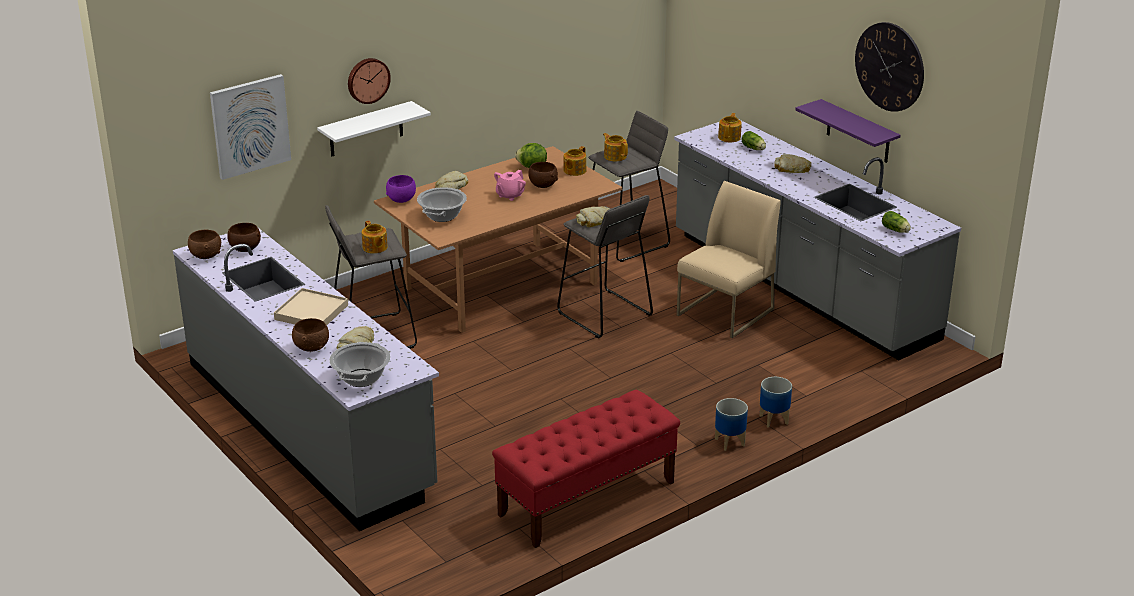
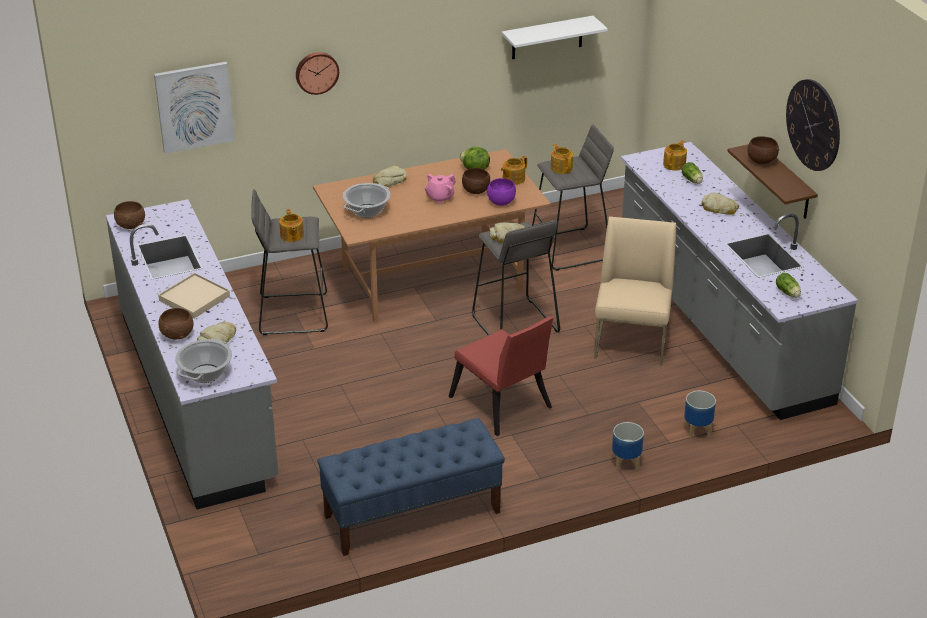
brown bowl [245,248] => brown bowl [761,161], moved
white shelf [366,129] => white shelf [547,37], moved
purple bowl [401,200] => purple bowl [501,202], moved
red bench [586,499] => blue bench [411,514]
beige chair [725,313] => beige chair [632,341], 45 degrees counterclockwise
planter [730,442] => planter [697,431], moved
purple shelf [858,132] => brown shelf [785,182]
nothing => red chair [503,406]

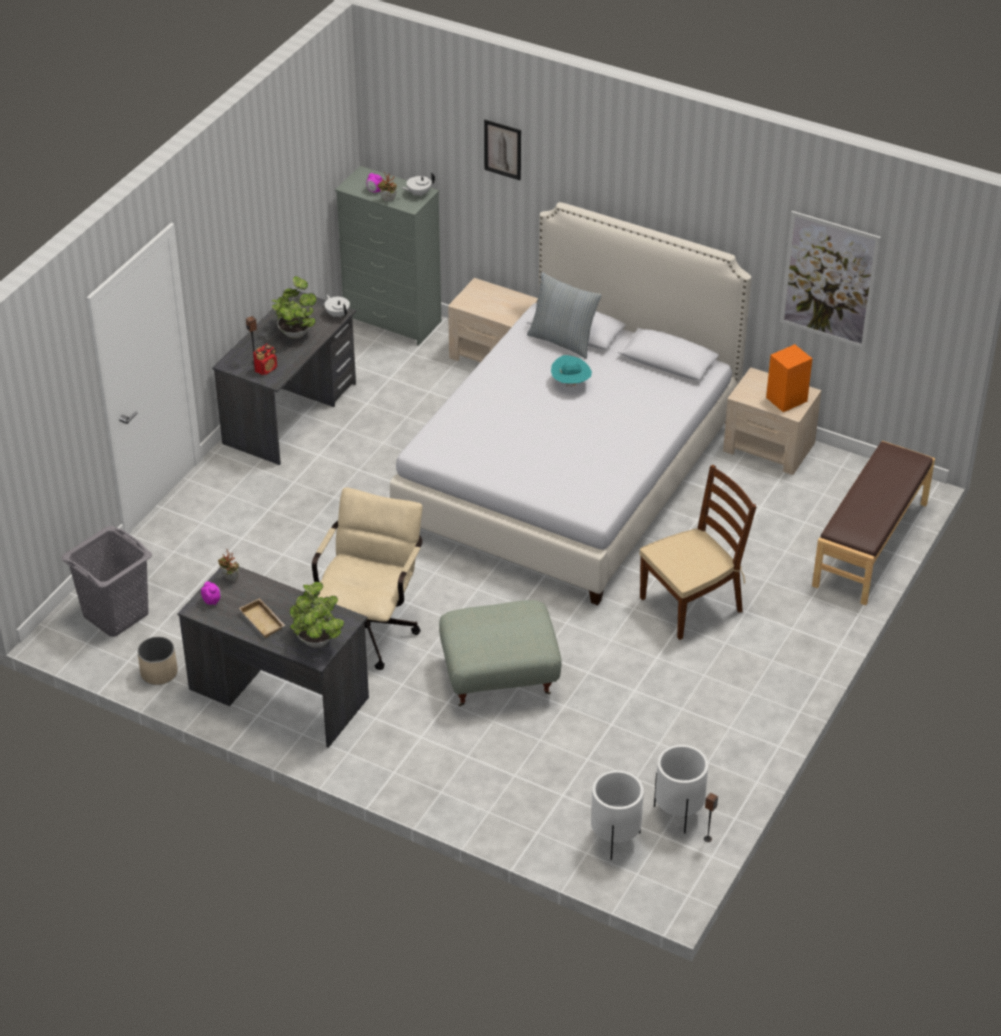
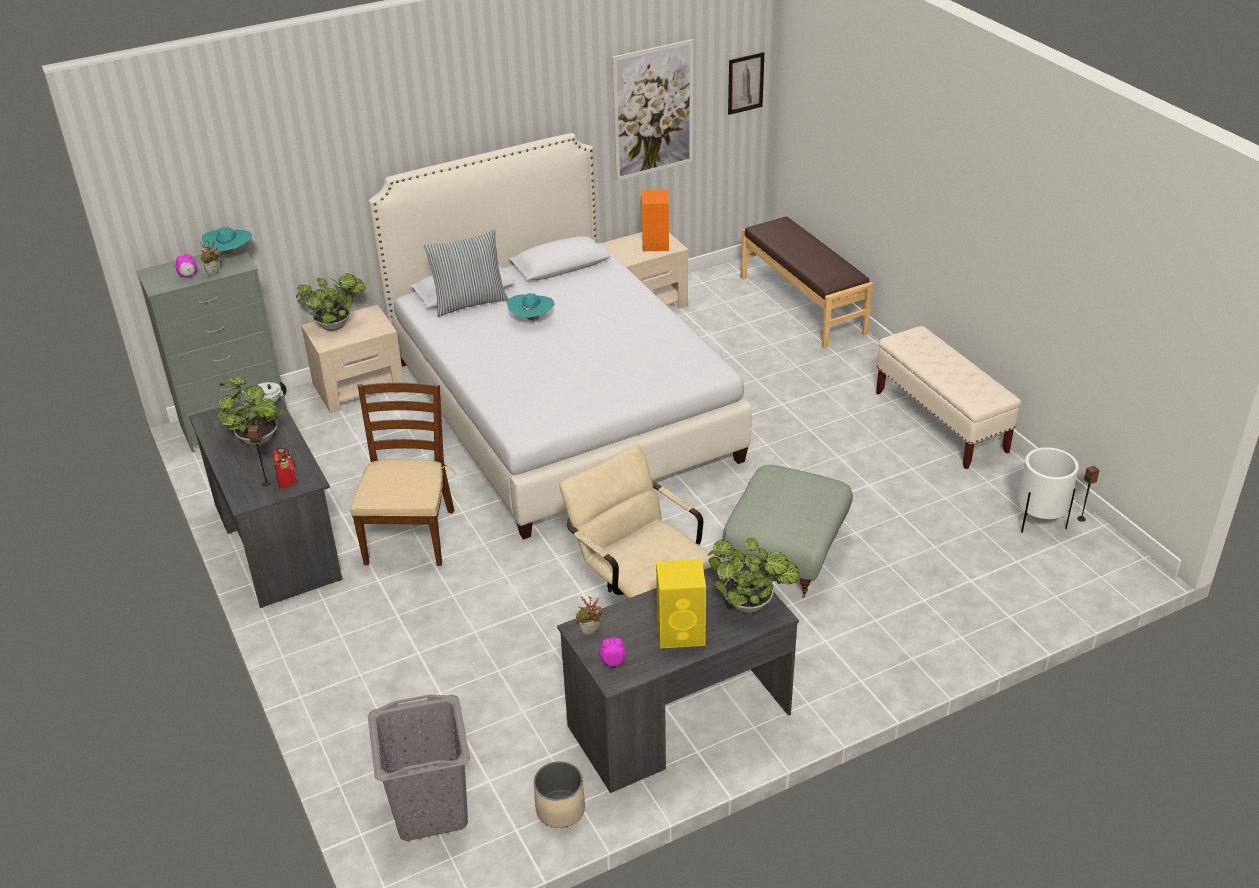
beige tray [264,621] => yellow speaker [682,632]
white teapot [418,193] => turquoise hat [231,255]
picture [502,149] => picture [745,83], moved
white planter [615,839] => nothing
brown chair [692,604] => brown chair [410,536], moved
nothing => potted plant [336,326]
nothing => beige bench [940,422]

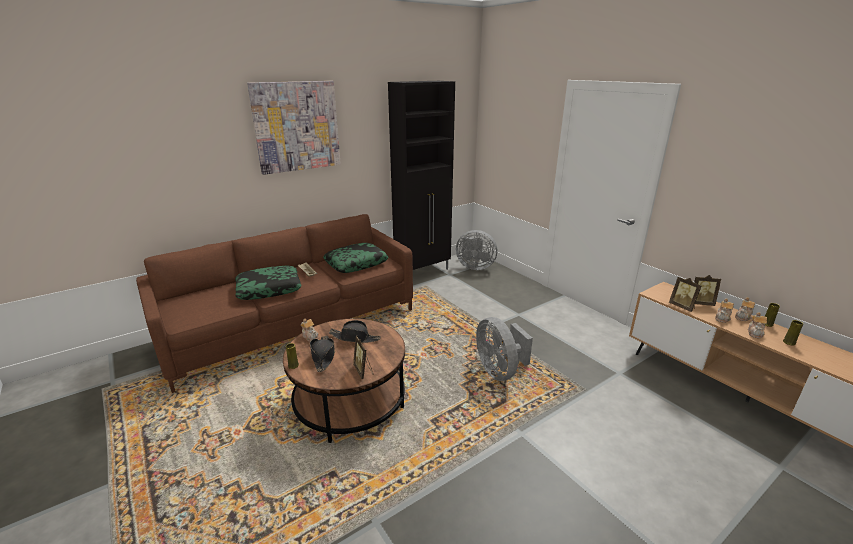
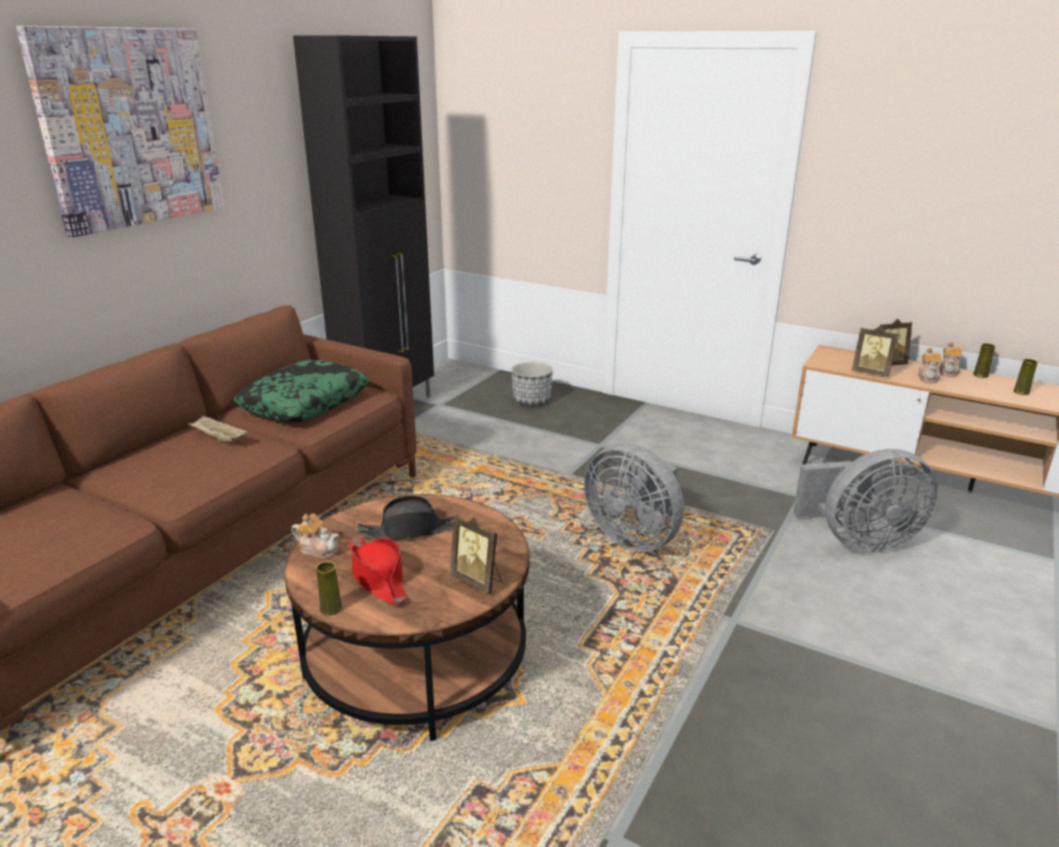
pillow [269,289] => nothing
black hat [323,356] => red hat [377,577]
grey fan [474,266] => grey fan [859,541], moved
teapot [755,333] => nothing
nothing => planter [532,401]

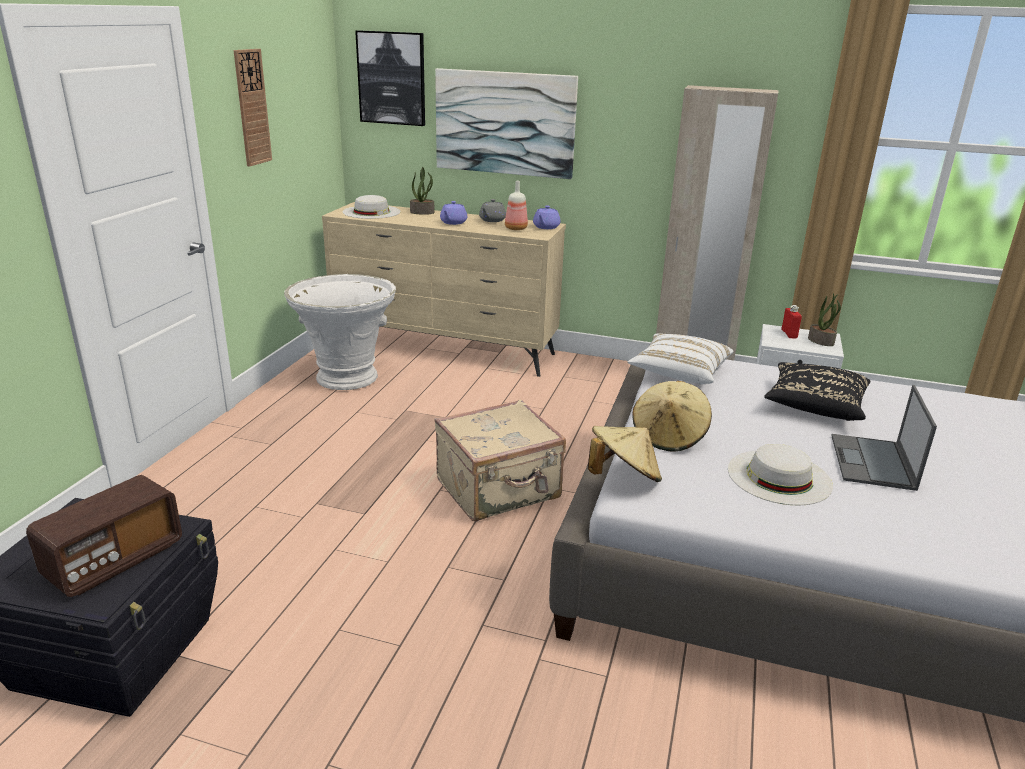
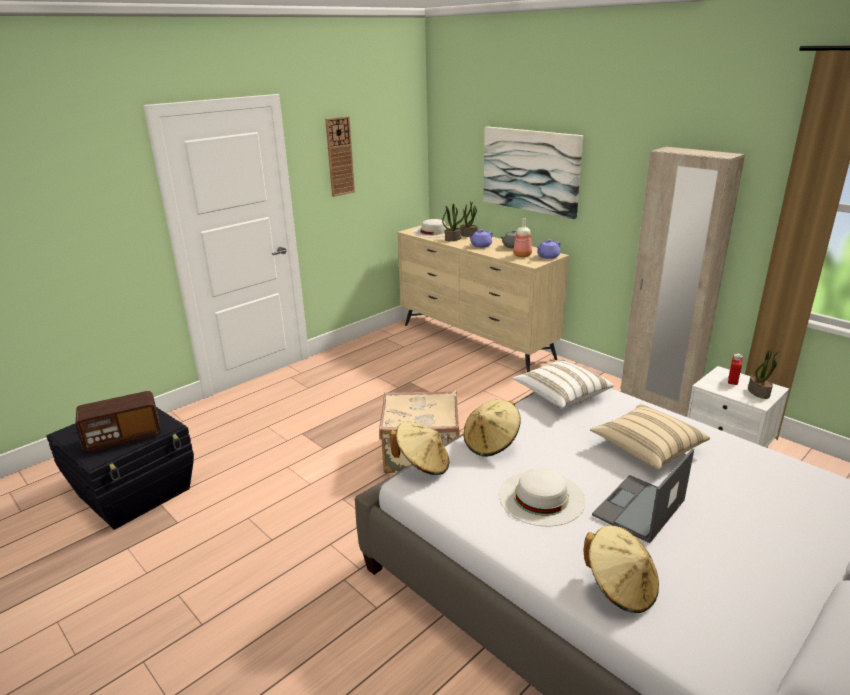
white planter [347,377] => nothing
picture [392,78] => nothing
black pillow [814,406] => beige pillow [647,448]
nothing => potted plant [453,239]
nothing => beige hat [620,587]

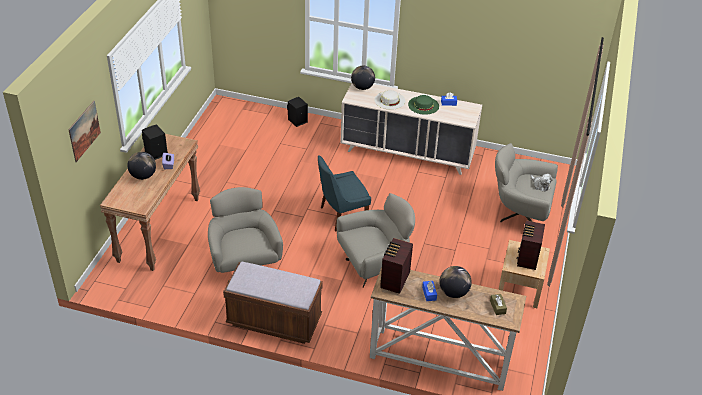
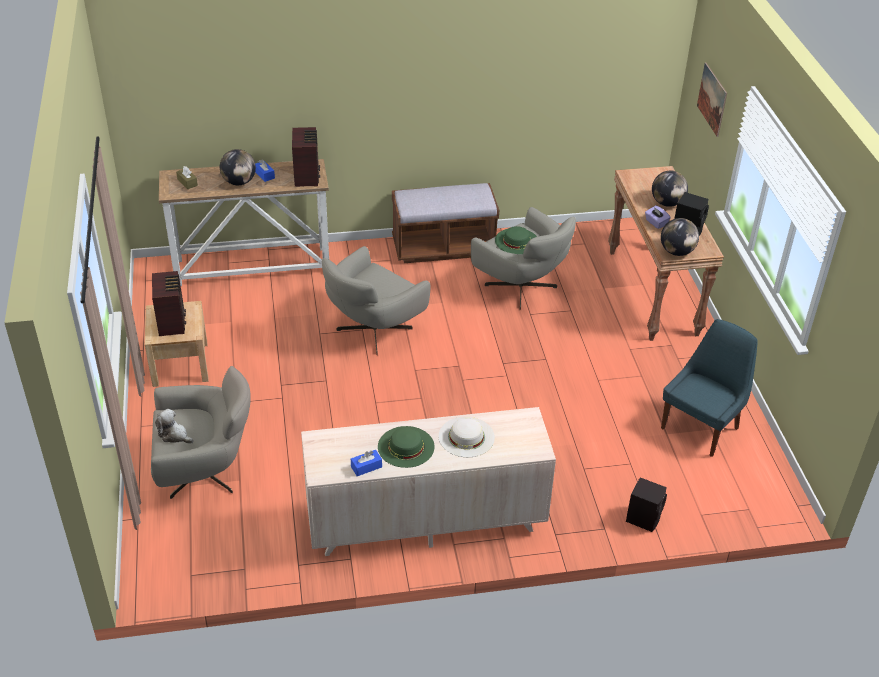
blue chair [341,215] => blue chair [701,427], moved
globe [362,87] => globe [676,252], moved
nothing => green hat [516,241]

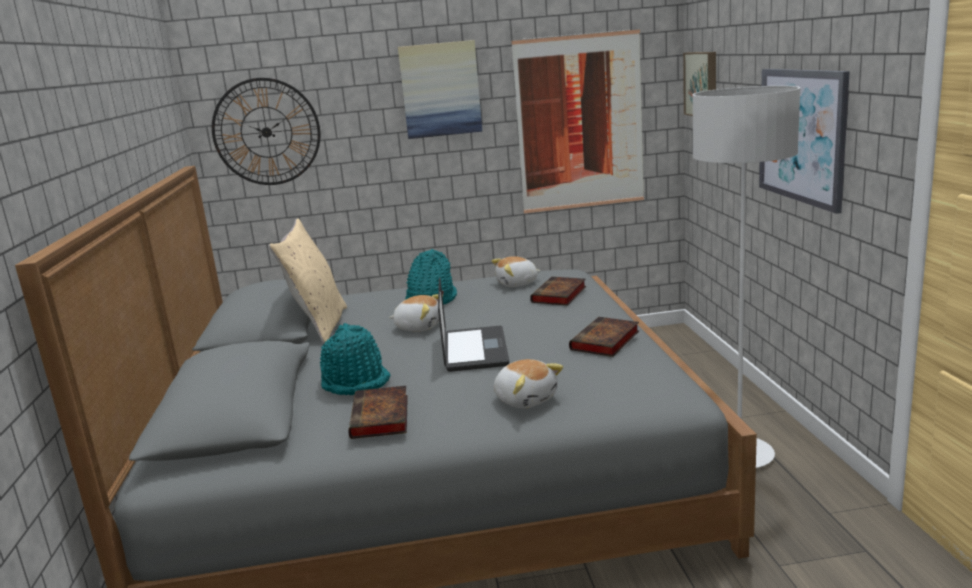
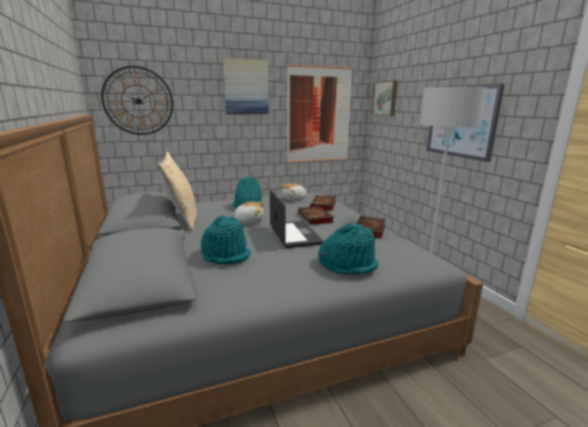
book [381,418] => book [316,218], moved
plush toy [526,399] => turquoise hat [348,265]

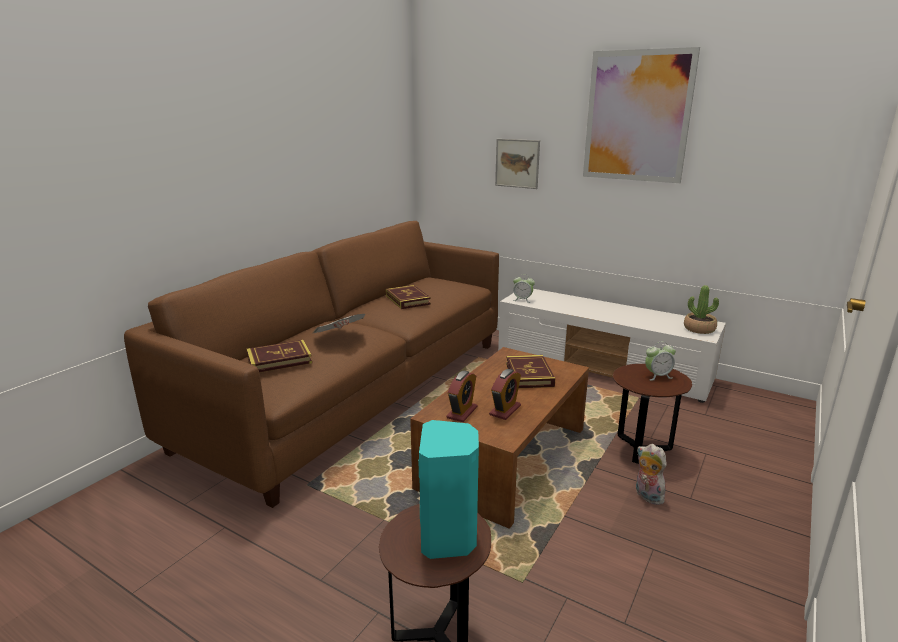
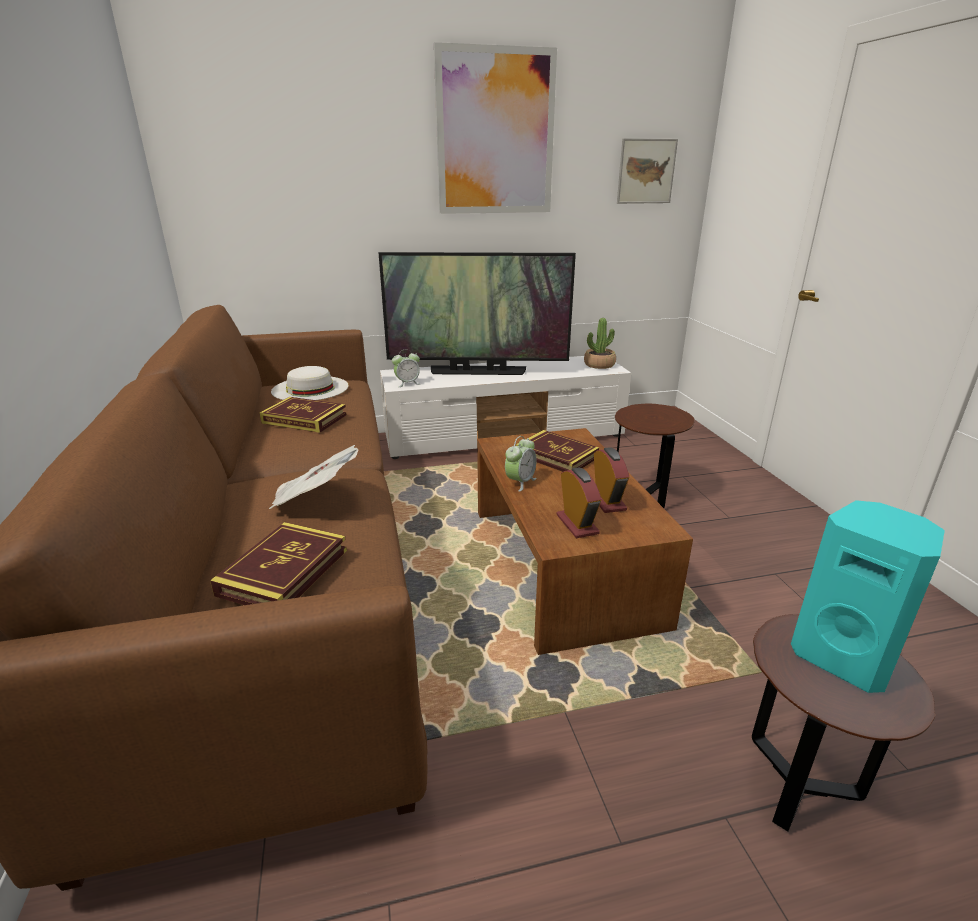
picture [517,163] => picture [646,171], moved
plush toy [646,496] => nothing
alarm clock [657,376] => alarm clock [520,482], moved
nothing => white hat [310,388]
nothing => television [477,371]

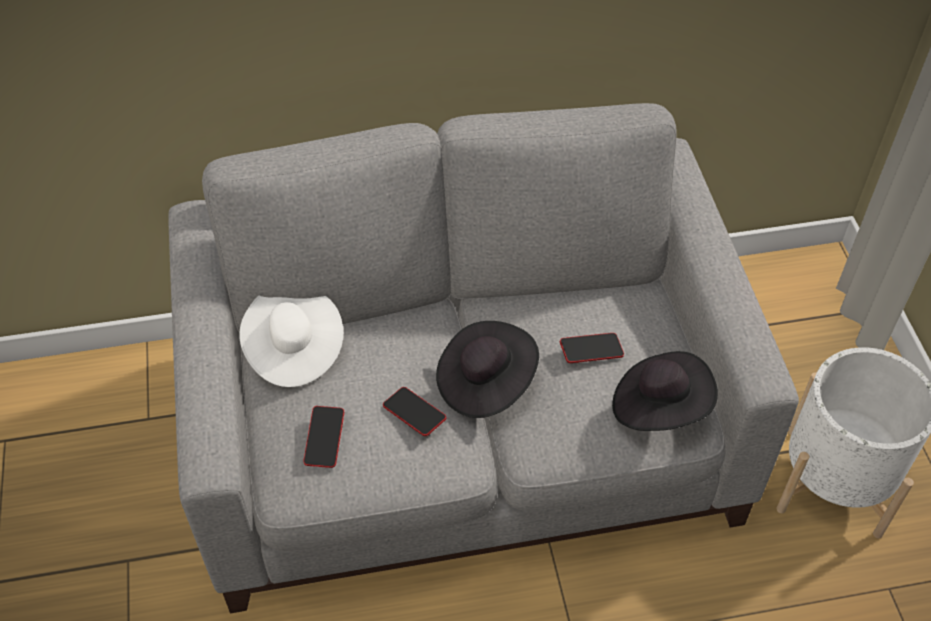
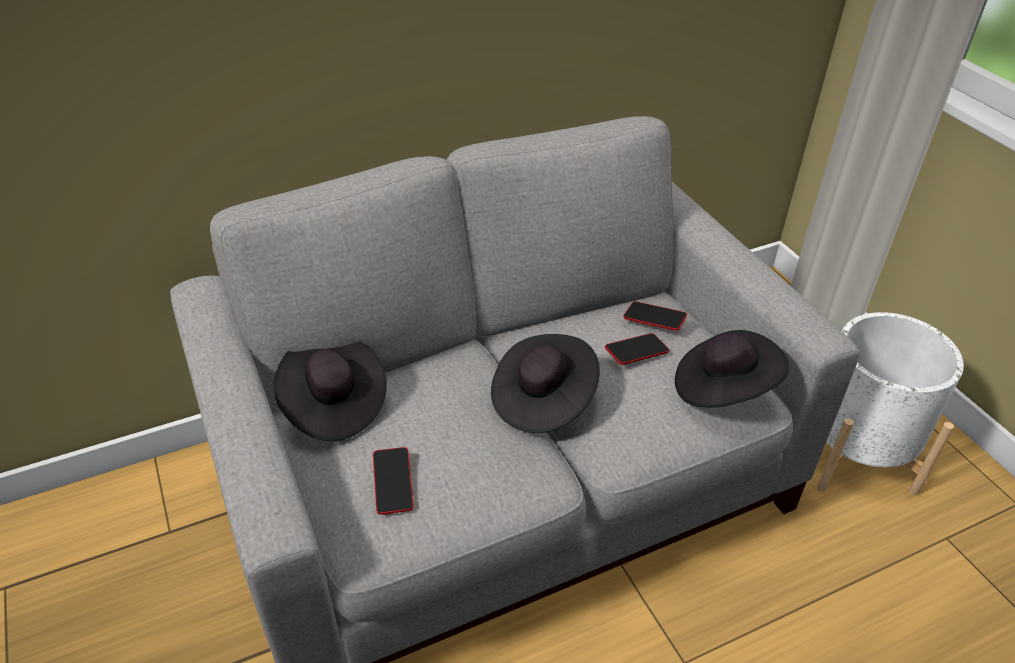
white hat [293,349] => black hat [333,404]
phone [414,414] => phone [654,319], moved

